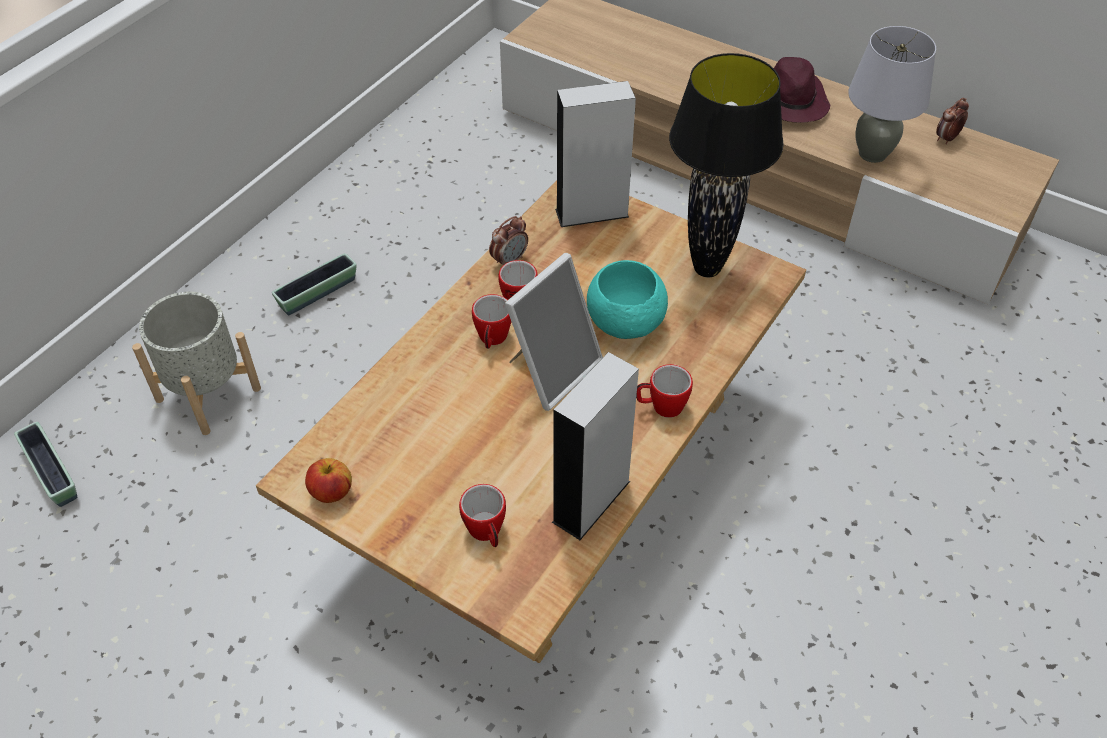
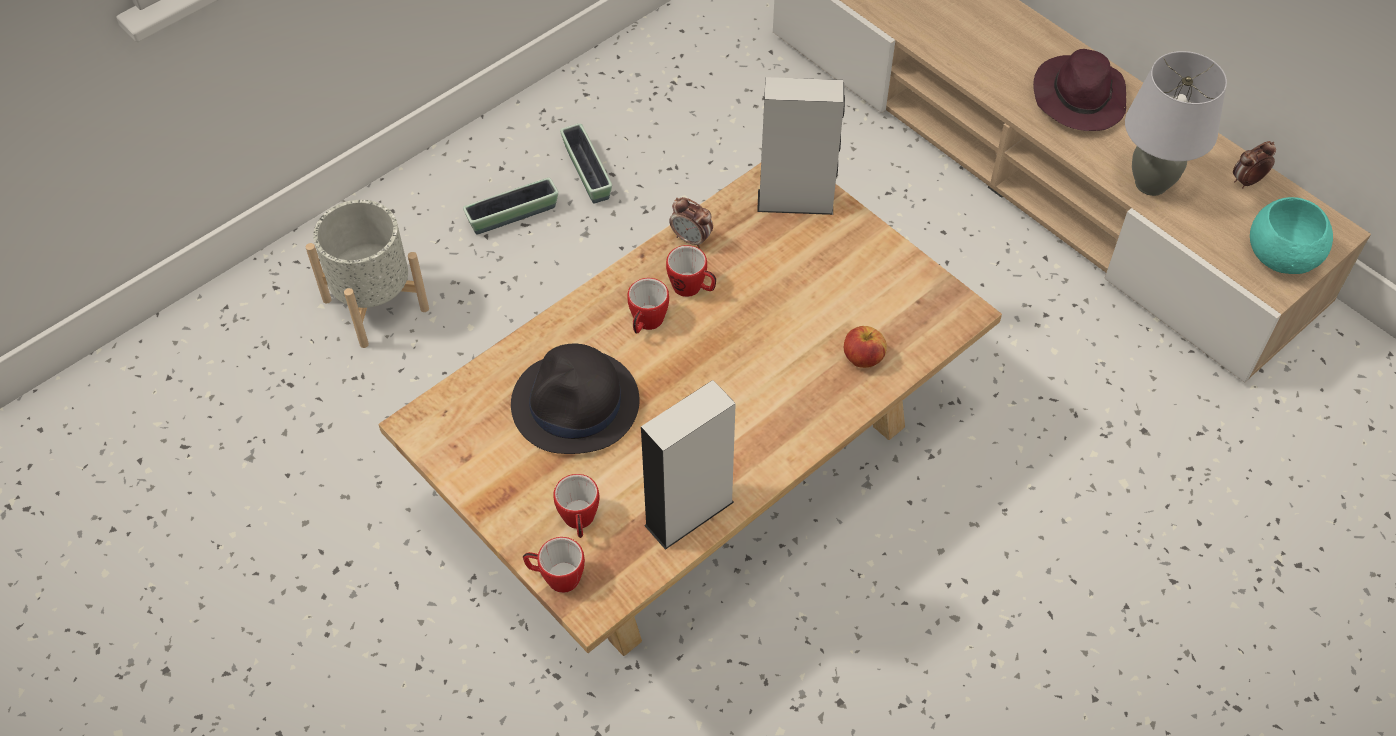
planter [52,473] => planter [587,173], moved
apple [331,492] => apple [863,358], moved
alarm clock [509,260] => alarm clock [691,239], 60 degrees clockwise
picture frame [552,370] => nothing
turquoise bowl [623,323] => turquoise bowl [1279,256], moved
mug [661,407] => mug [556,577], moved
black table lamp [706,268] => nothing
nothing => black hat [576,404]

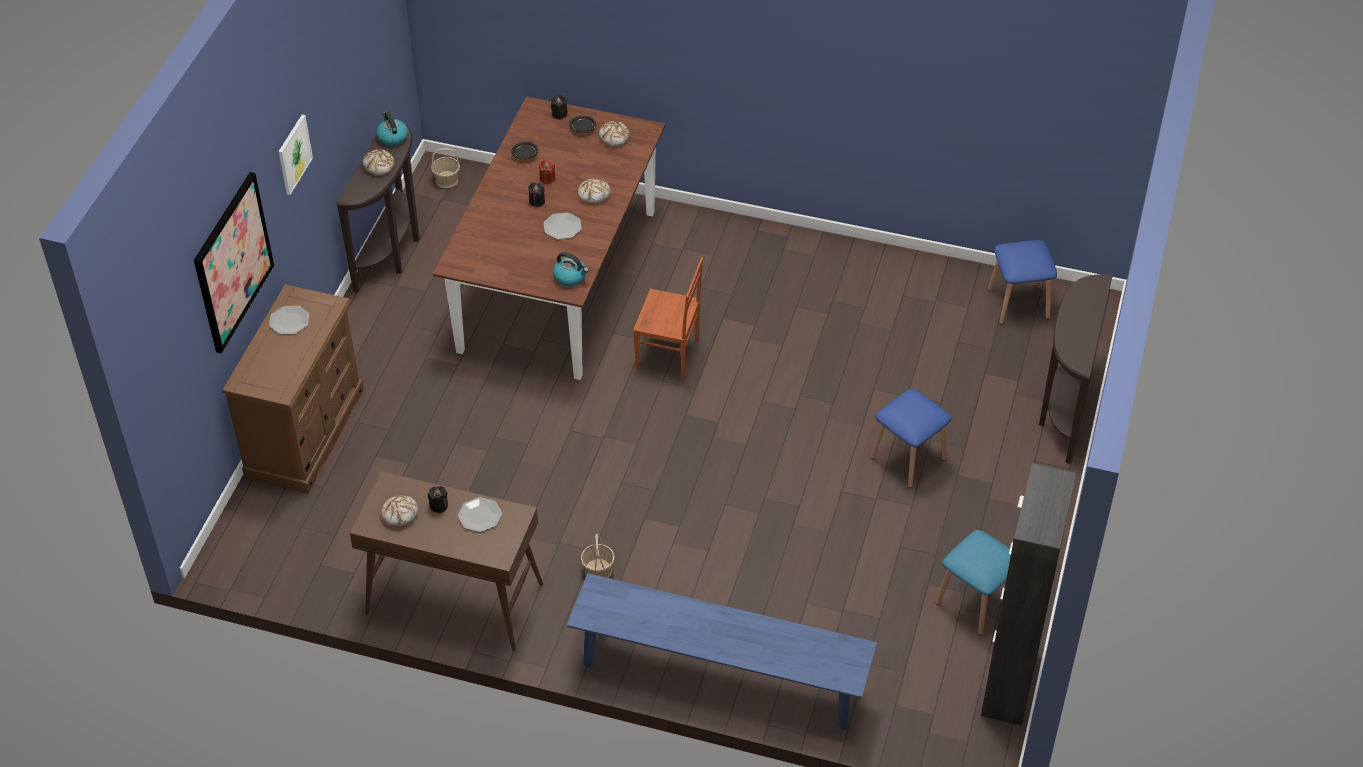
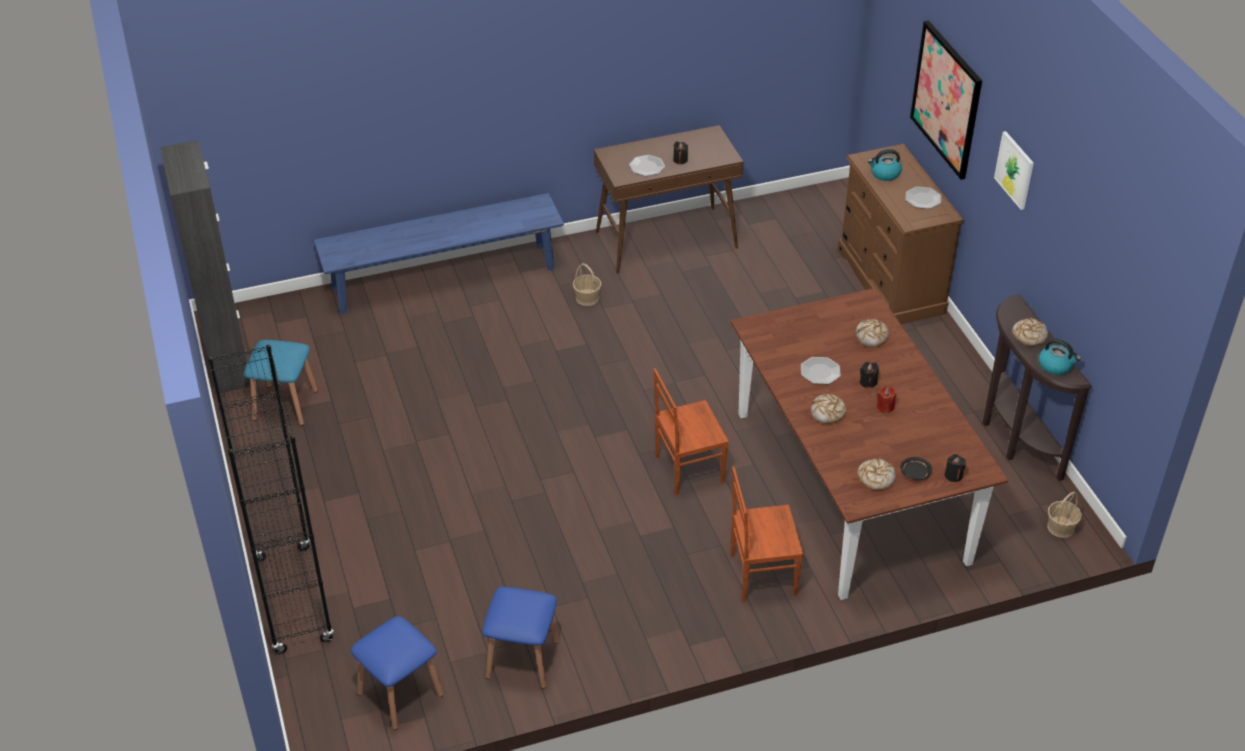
bread [400,514] => bread [871,337], moved
black plate [525,154] => nothing
kettle [570,277] => kettle [884,174], moved
blue stool [908,458] => blue stool [522,659], moved
brown console table [1063,410] => black bookcase [292,599]
nothing => brown chair [761,574]

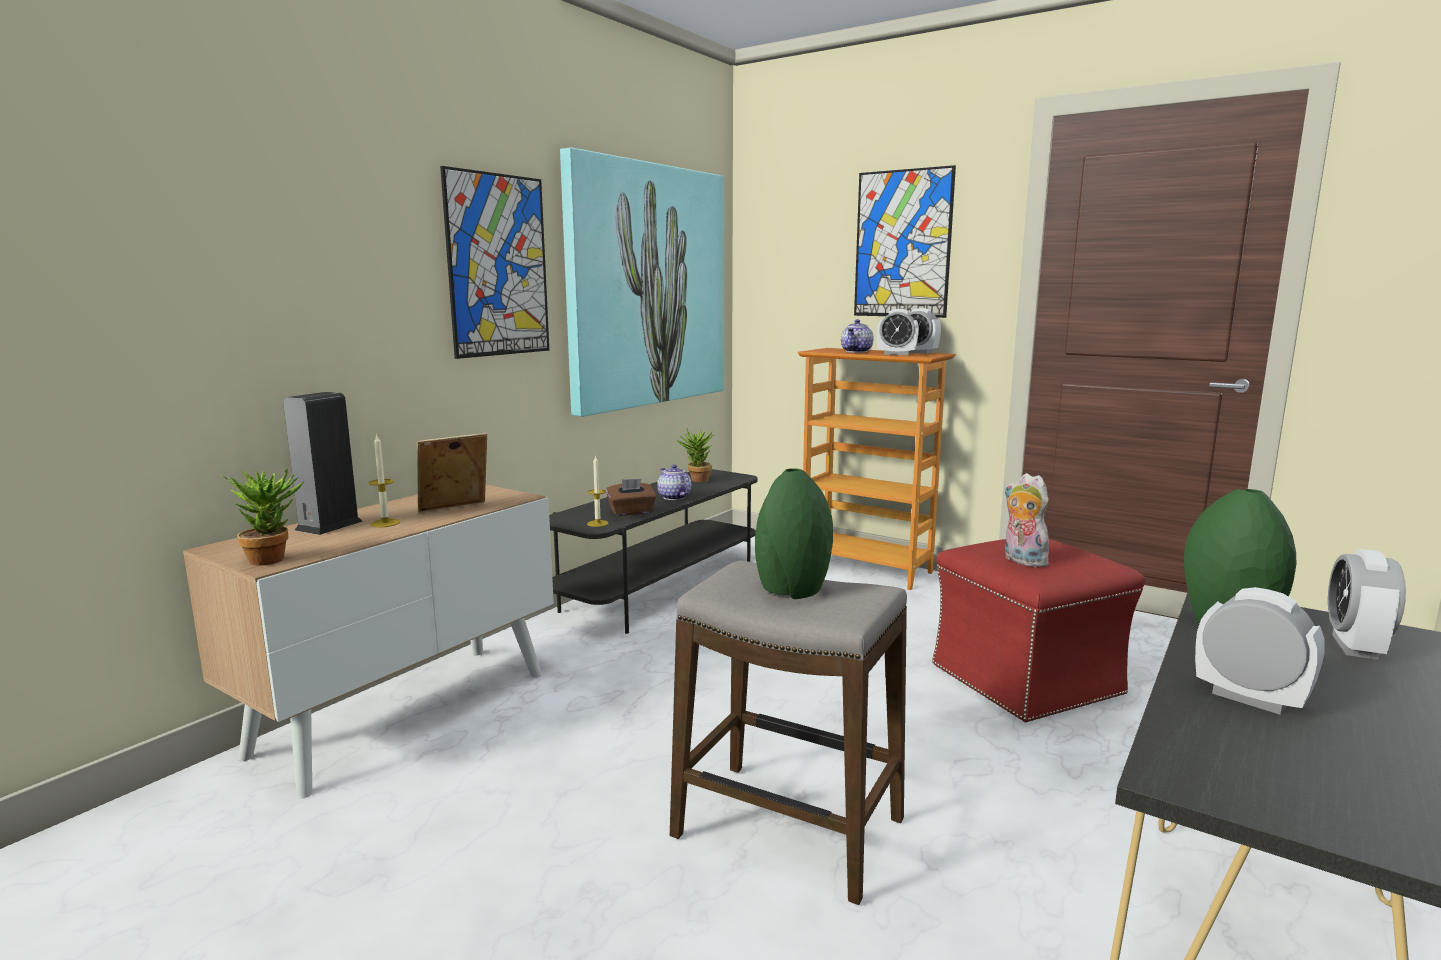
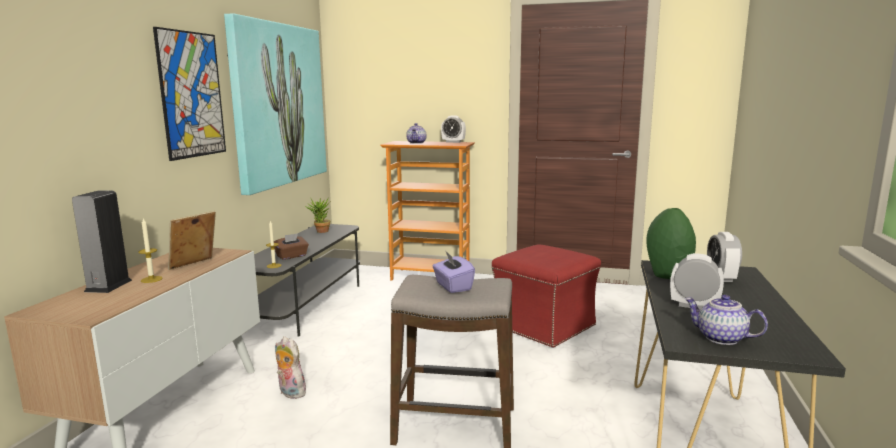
potted plant [272,558] => nothing
teapot [673,497] => teapot [720,338], moved
green vase [792,590] => purple tissue box [453,286]
picture [902,244] => nothing
alarm clock [896,354] => nothing
plush toy [1021,560] => plush toy [290,393], moved

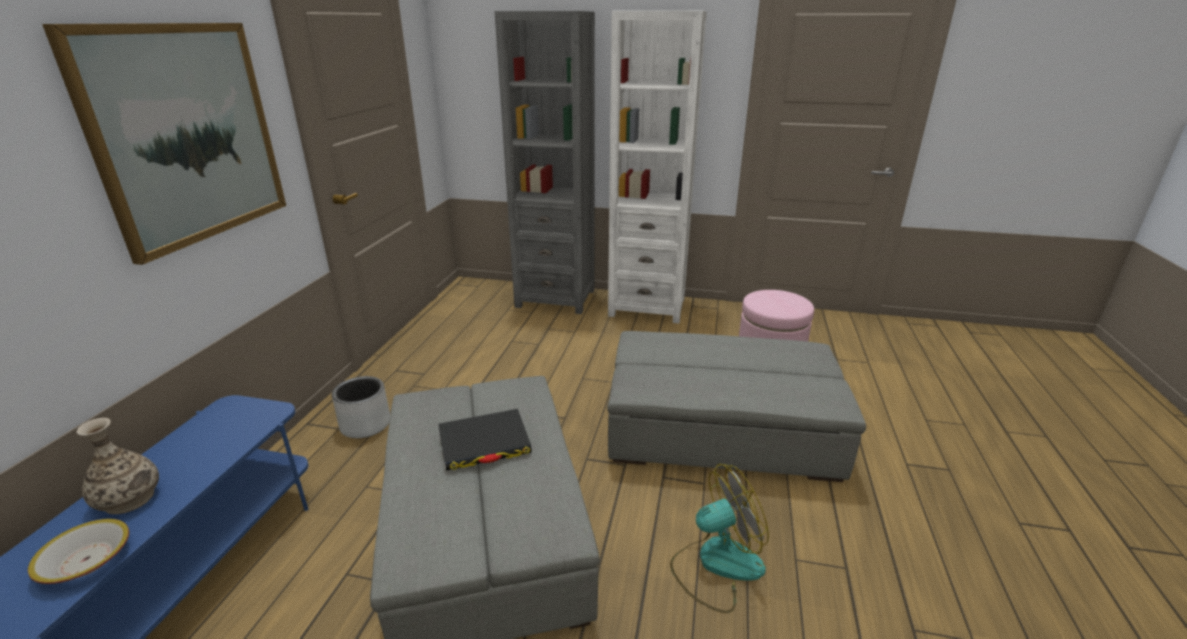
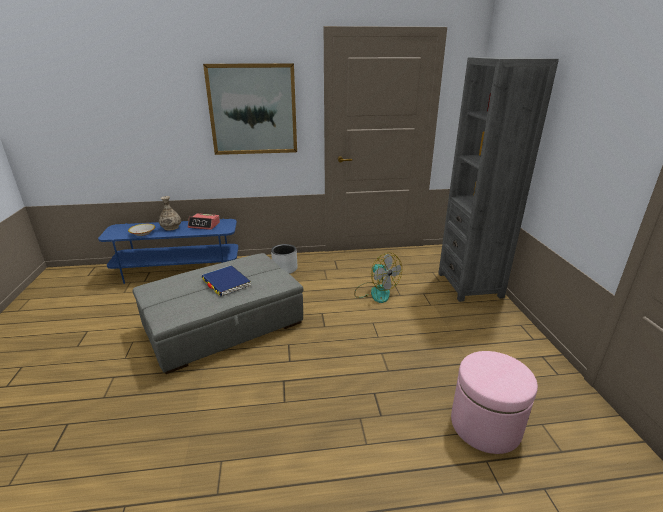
black book [484,443] => blue book [226,283]
grey ottoman [720,430] => nothing
white bookcase [647,307] => nothing
fan [716,565] => fan [375,292], moved
nothing => alarm clock [204,225]

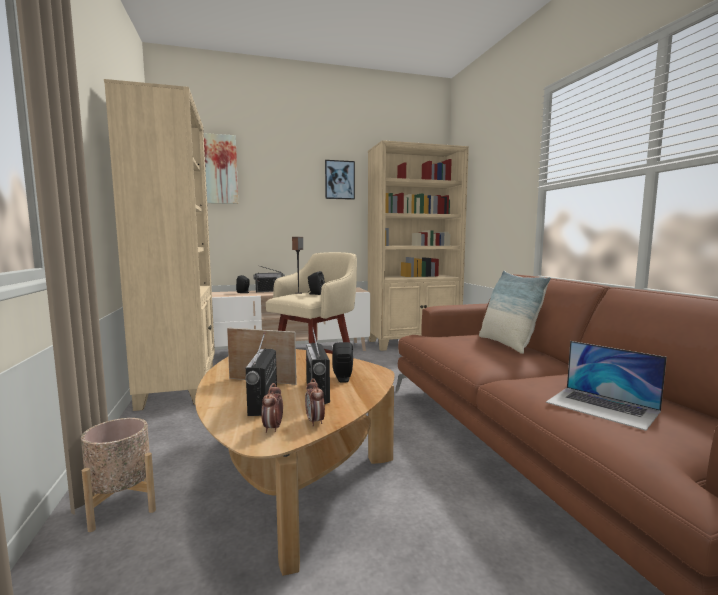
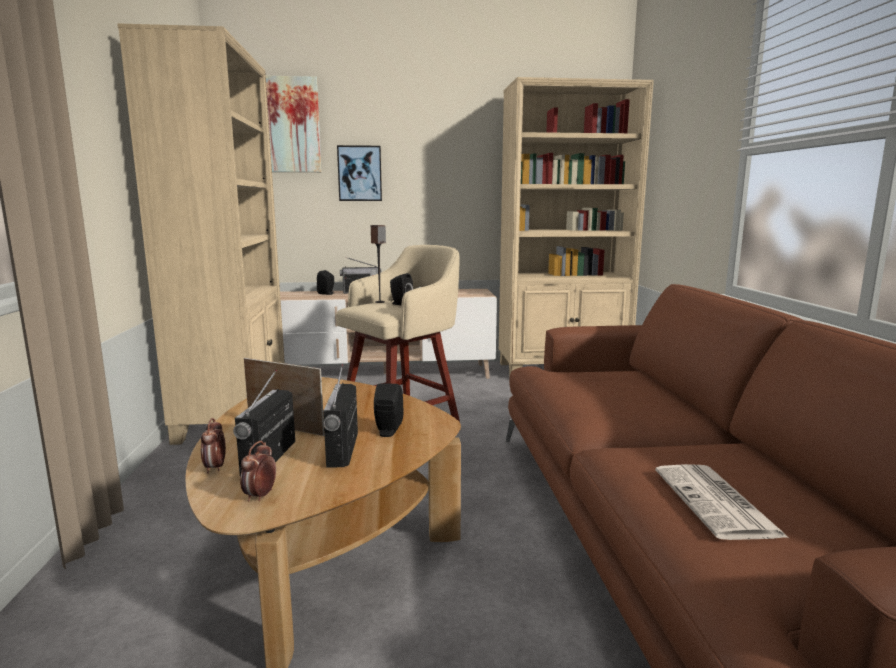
beige planter [121,506] => nothing
alarm clock [315,421] => alarm clock [215,468], moved
picture [339,180] => picture [359,173], moved
pillow [507,344] => nothing
laptop [602,406] => newspaper [717,503]

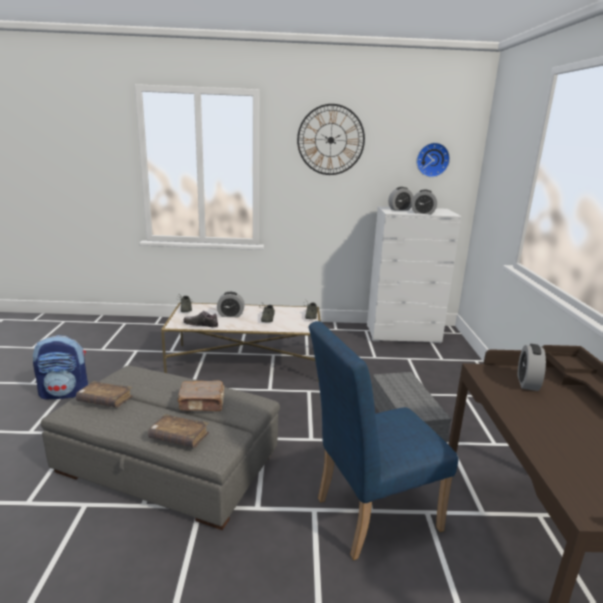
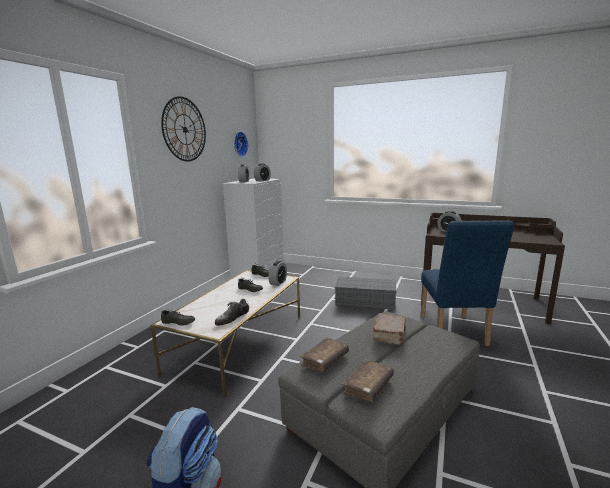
brown book [179,437] => brown book [325,360], moved
alarm clock [230,315] => alarm clock [278,282], moved

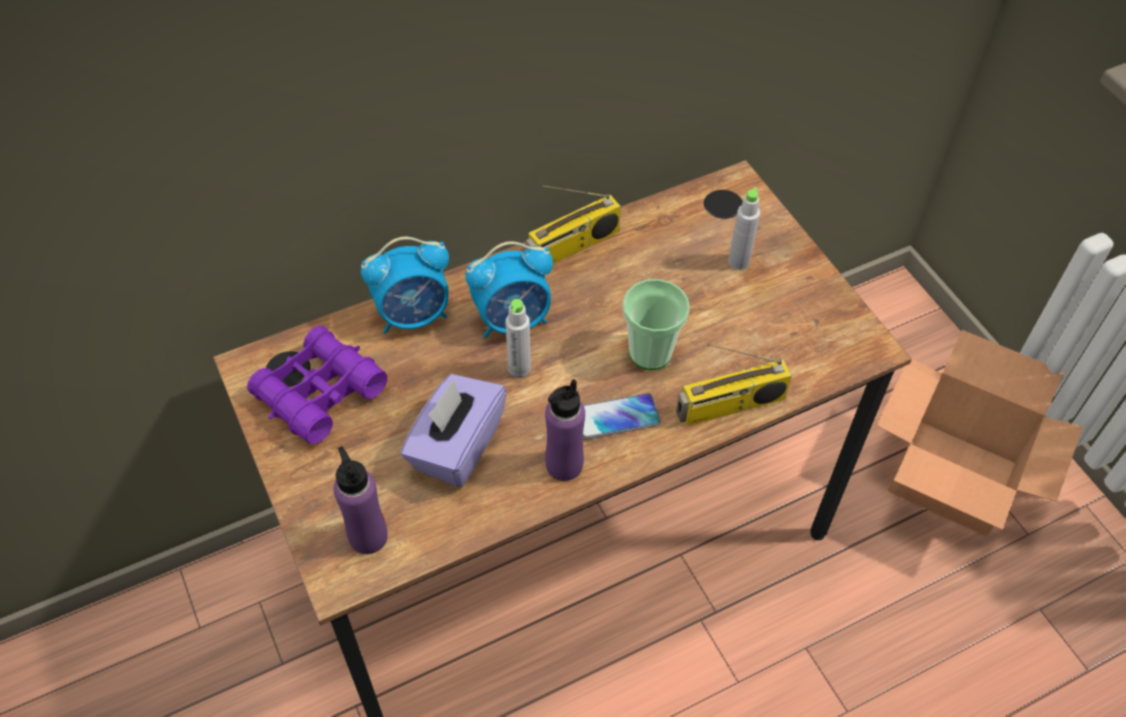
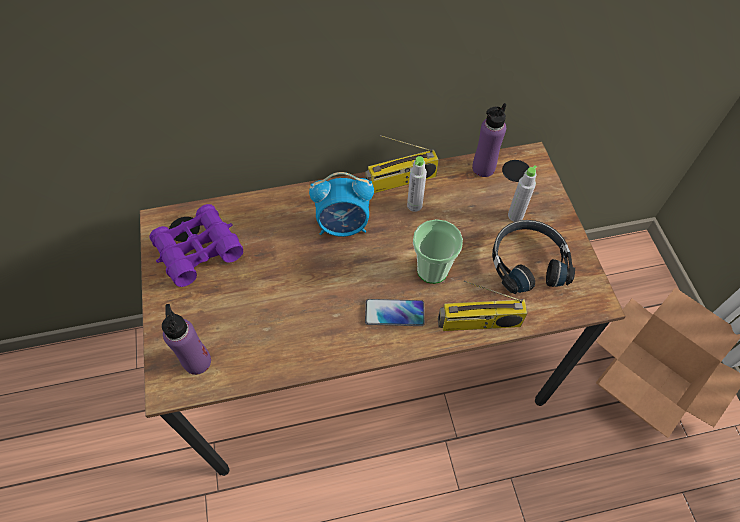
alarm clock [414,315] => nothing
purple tissue box [456,446] => nothing
grey bottle [519,368] => grey bottle [414,205], moved
purple bottle [564,465] => purple bottle [483,168], moved
nothing => black headphones [527,261]

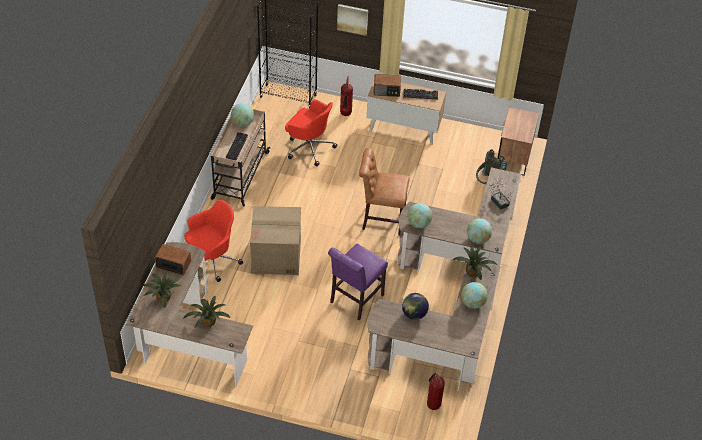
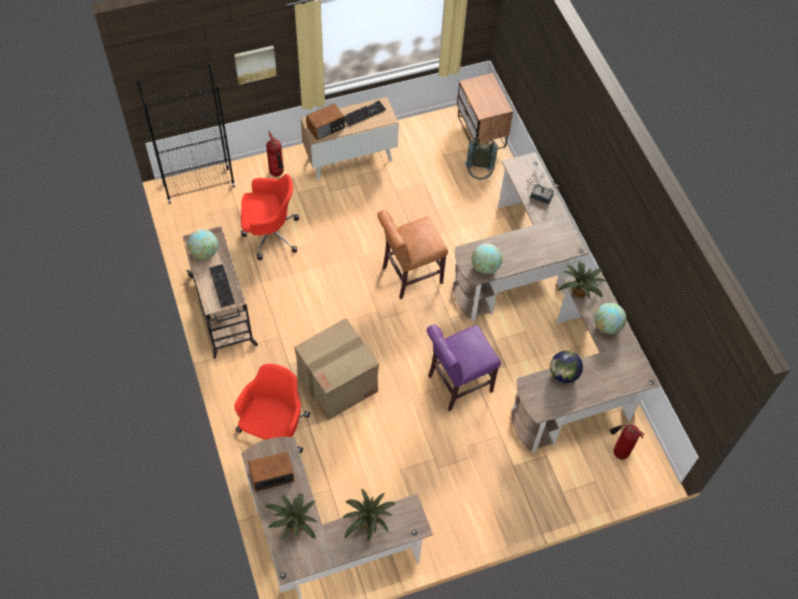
purple chair [355,300] => purple chair [456,385], 60 degrees clockwise
globe [478,239] => nothing

